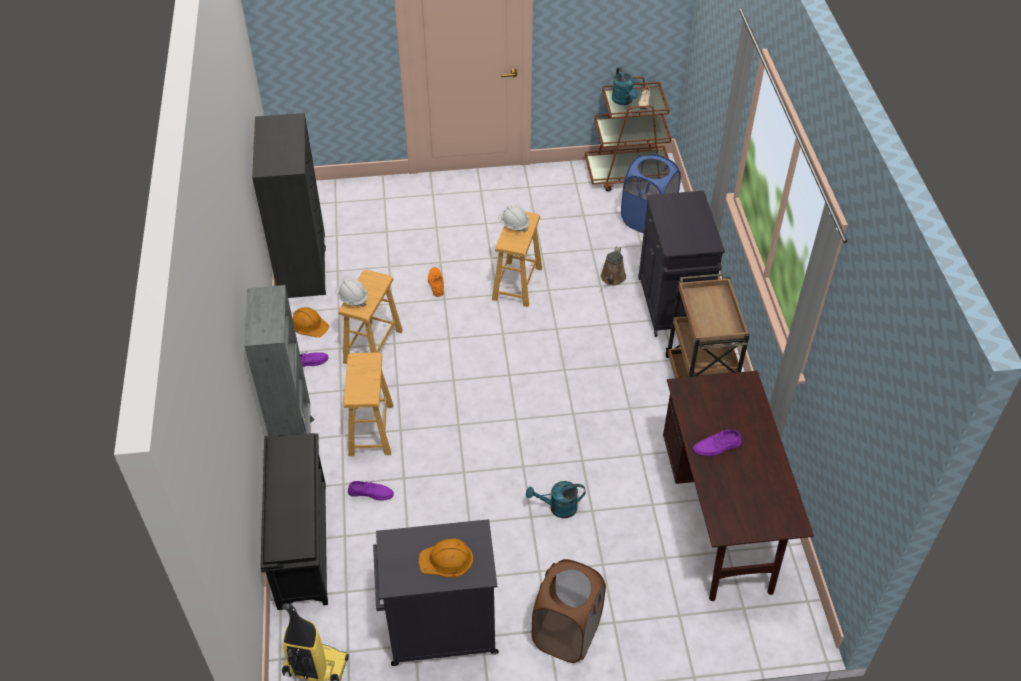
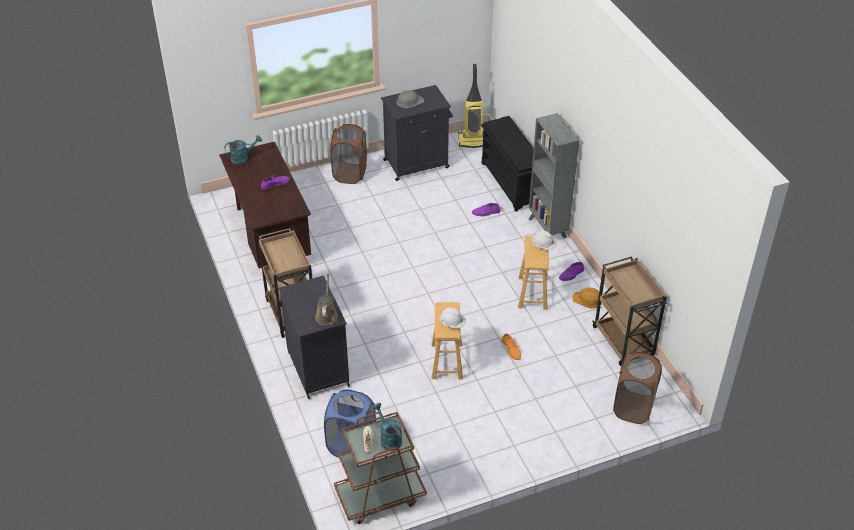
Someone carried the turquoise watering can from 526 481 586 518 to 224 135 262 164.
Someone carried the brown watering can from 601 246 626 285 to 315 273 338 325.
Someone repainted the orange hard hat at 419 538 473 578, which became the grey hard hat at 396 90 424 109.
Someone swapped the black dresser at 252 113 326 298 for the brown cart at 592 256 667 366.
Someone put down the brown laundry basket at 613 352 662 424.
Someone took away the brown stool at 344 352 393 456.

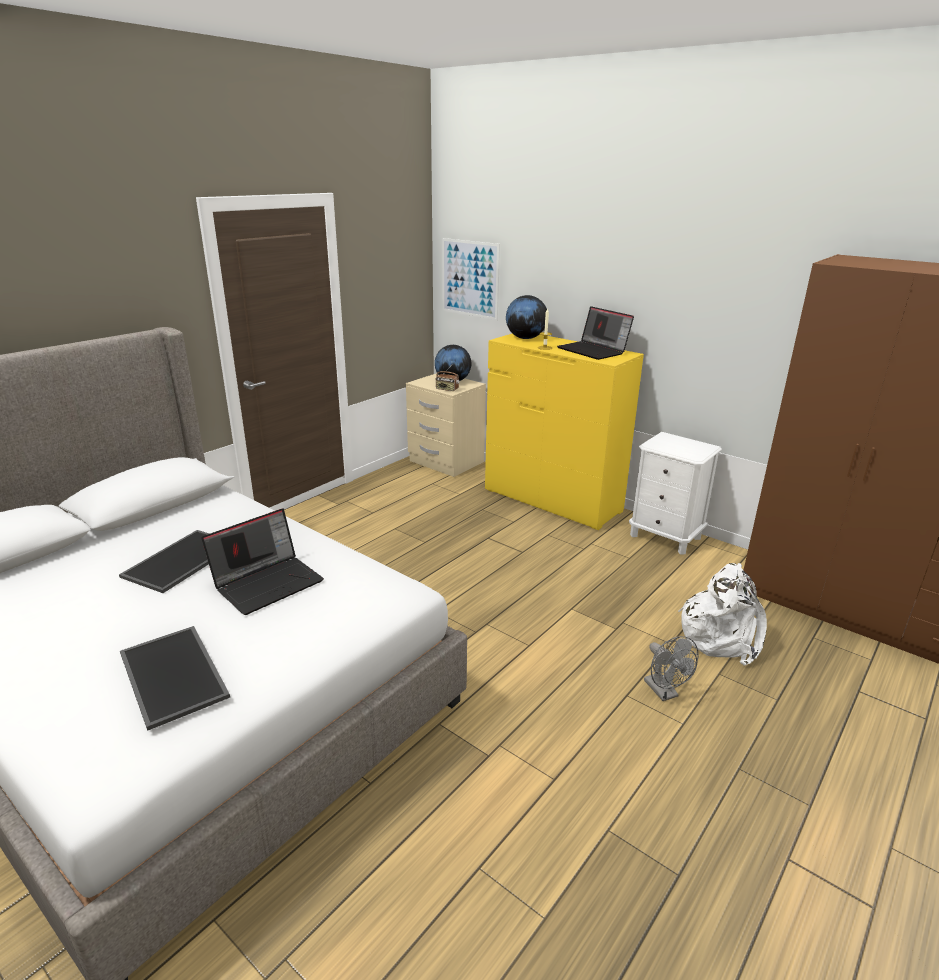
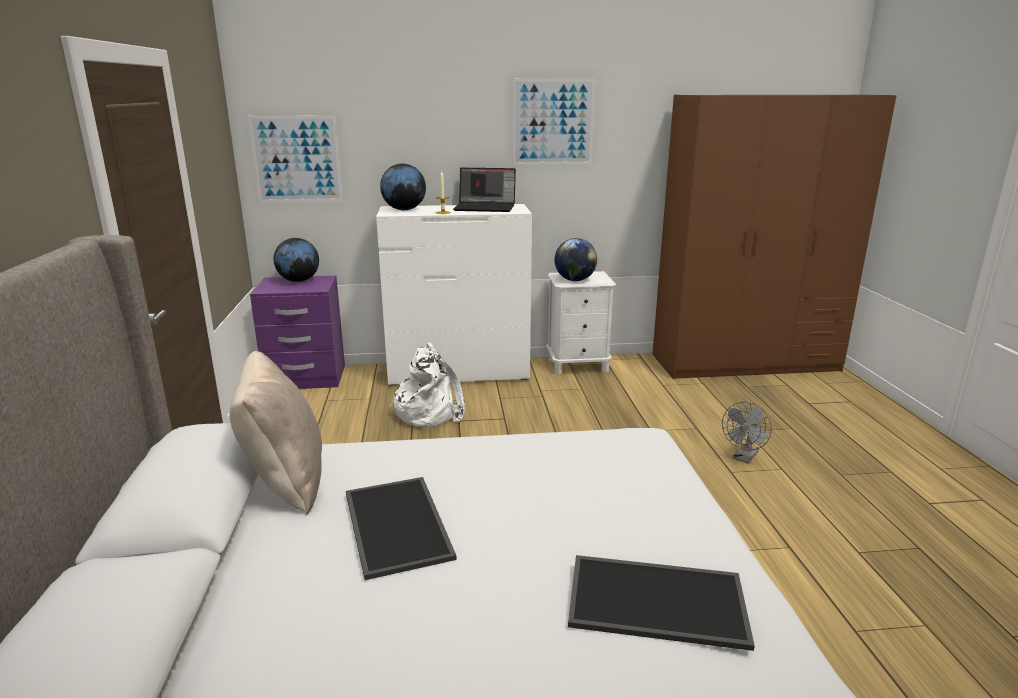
Someone put down the beige pillow at 229 351 322 515.
Someone repainted the beige nightstand at 406 373 486 477, which became the purple nightstand at 250 276 345 389.
Someone repainted the yellow dresser at 485 334 644 530, which became the white dresser at 376 204 532 386.
Someone carried the white backpack from 678 563 767 666 to 389 342 465 428.
Someone put up the picture at 513 79 595 165.
Someone put down the globe at 554 238 597 281.
Someone rotated the grey fan at 644 636 698 701 by 105 degrees clockwise.
Someone took away the laptop at 201 508 324 615.
Someone took away the radio at 436 365 459 391.

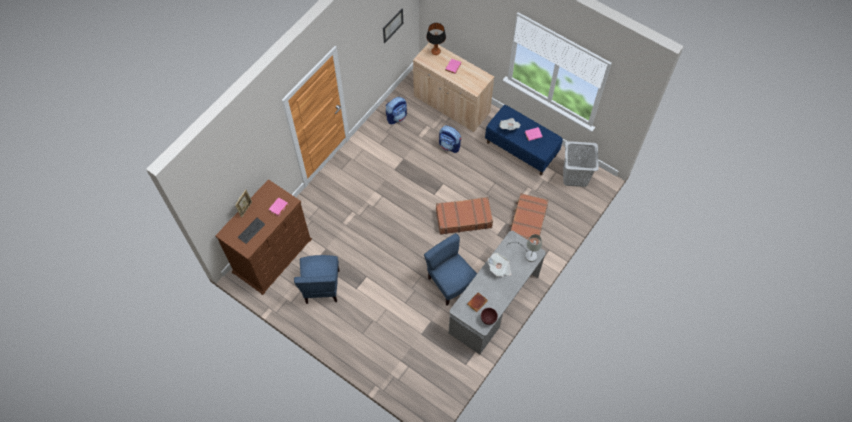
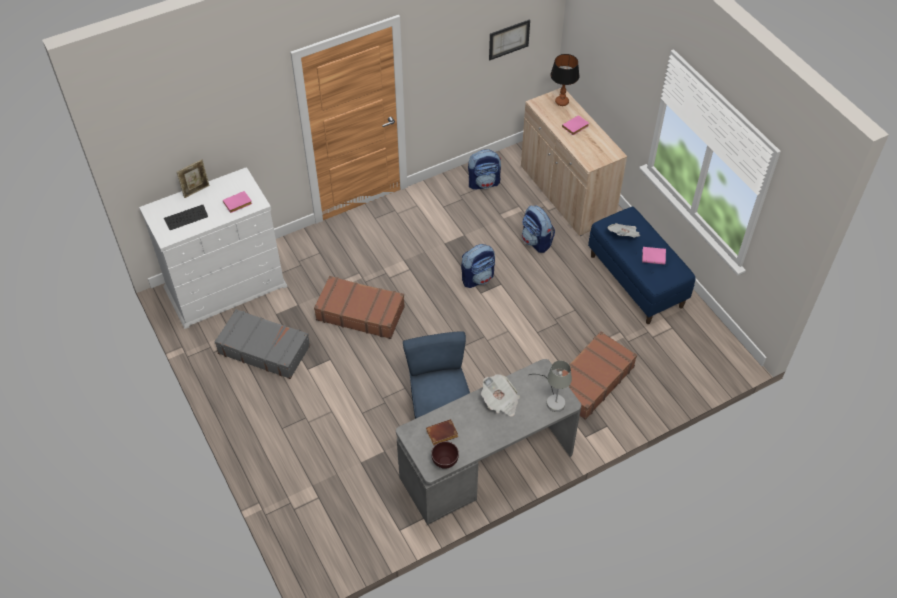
Someone repainted the brown dresser at 215 179 312 295, which became the white dresser at 139 167 288 329.
Someone swapped the blue chair at 294 255 340 304 for the grey suitcase at 214 309 310 379.
Someone carried the brown suitcase from 436 197 493 235 to 314 276 405 339.
Someone put down the backpack at 461 244 495 288.
Someone took away the grey laundry basket at 563 141 599 187.

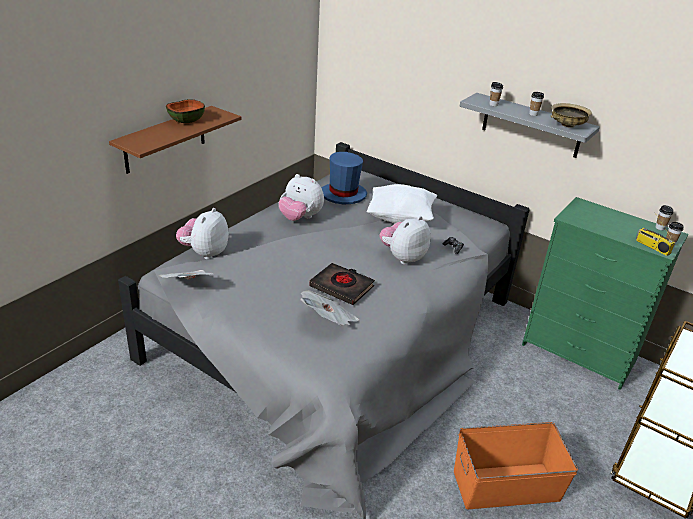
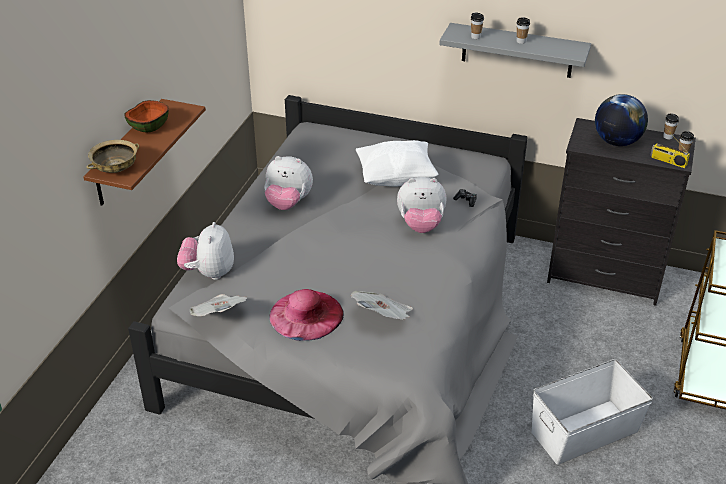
Someone carried the beige bowl from 551 103 592 128 to 87 140 139 173.
Someone put down the pink hat at 269 289 344 341.
Someone rotated the plush toy at 379 216 431 264 by 120 degrees counterclockwise.
Someone repainted the orange storage box at 454 422 578 509, which became the white storage box at 532 359 653 465.
Someone repainted the green dresser at 522 197 688 390, which became the black dresser at 547 118 696 306.
Someone put down the globe at 595 94 648 146.
Someone took away the black book at 309 263 375 305.
Someone took away the blue hat at 322 152 367 205.

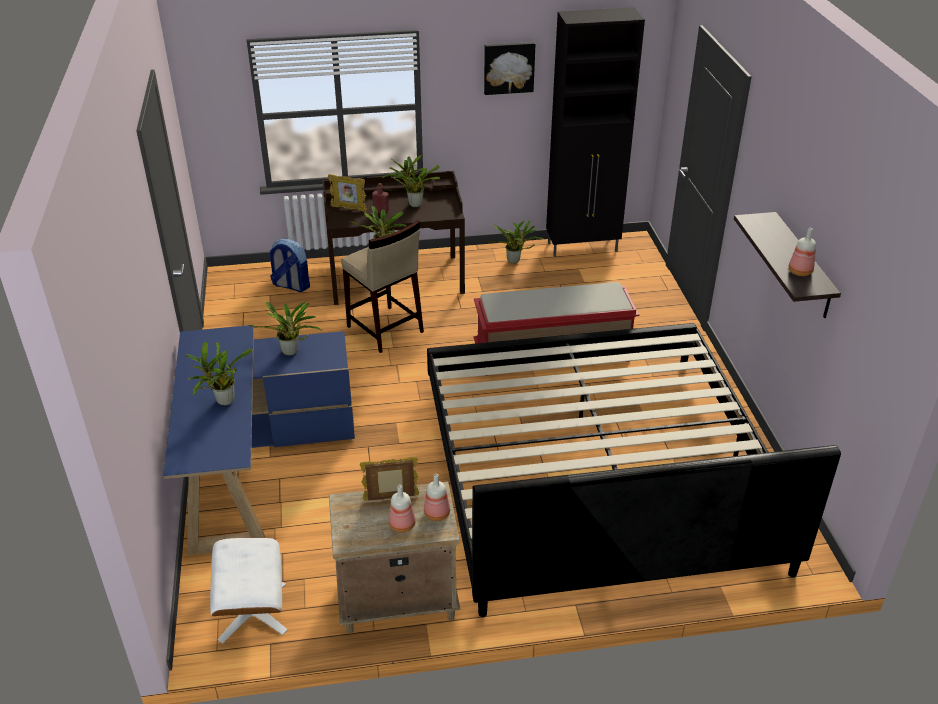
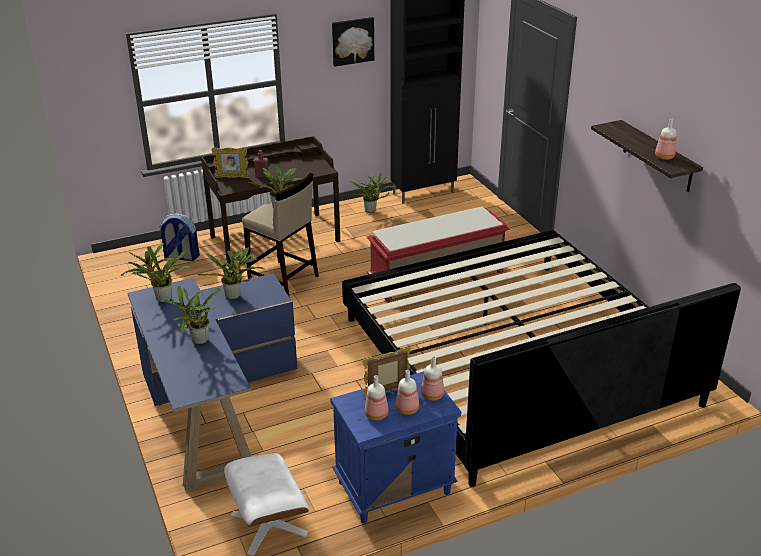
Someone carried the potted plant from 382 155 440 207 to 121 243 190 303.
Someone repainted the beige nightstand at 329 482 460 634, which became the blue nightstand at 330 371 461 523.
Someone put down the bottle at 365 375 389 421.

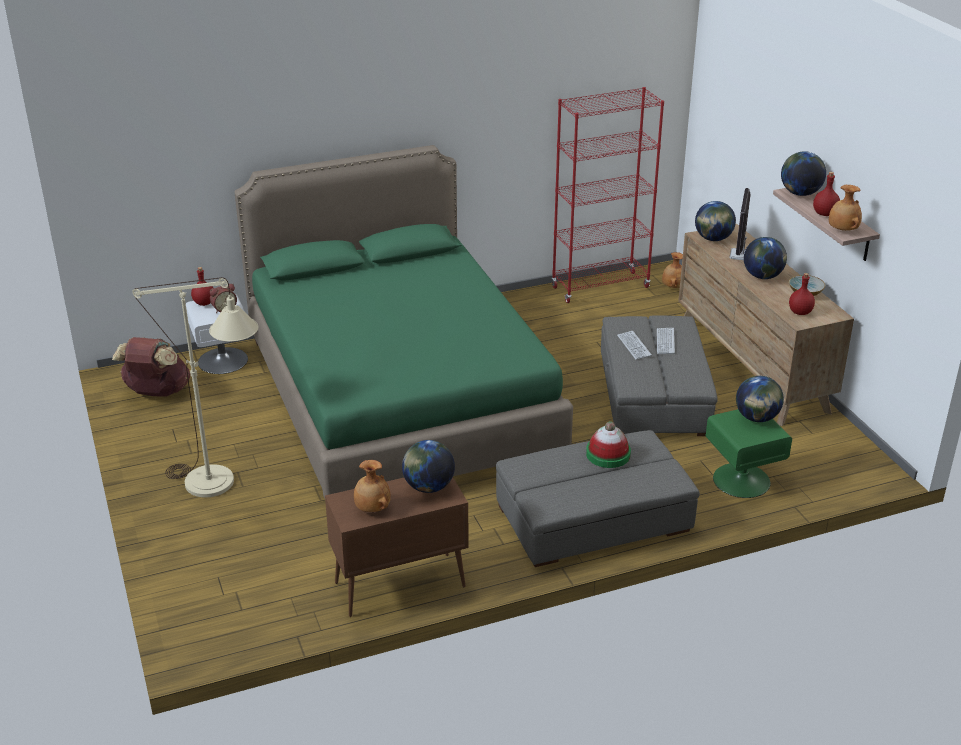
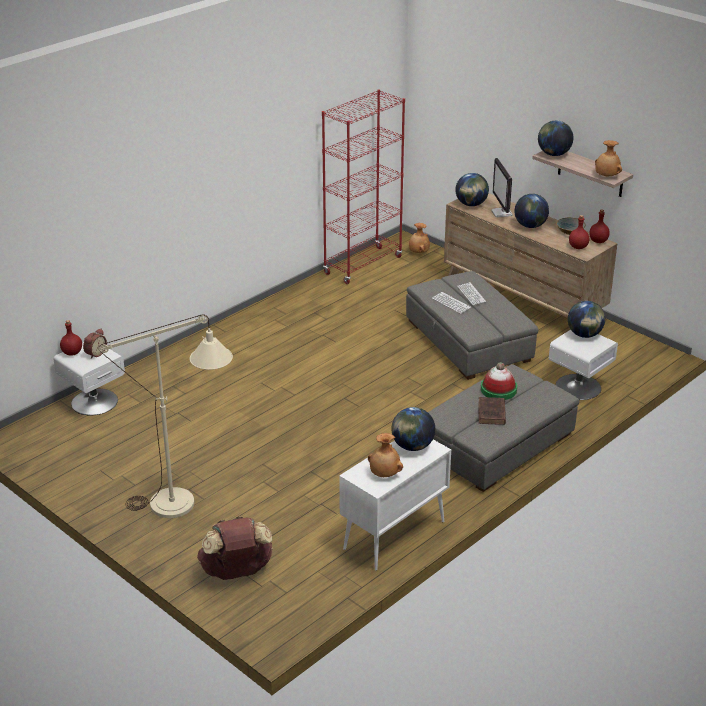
Someone carried the brown backpack from 112 337 190 396 to 197 516 273 580.
Someone repainted the brown cabinet at 325 477 469 617, which became the white cabinet at 339 440 451 571.
Someone put down the brown book at 478 397 506 425.
Someone repainted the green nightstand at 706 409 792 498, which became the white nightstand at 549 330 618 400.
Someone carried the red bottle from 813 172 840 216 to 589 209 609 243.
Someone took away the green bed at 234 145 573 498.

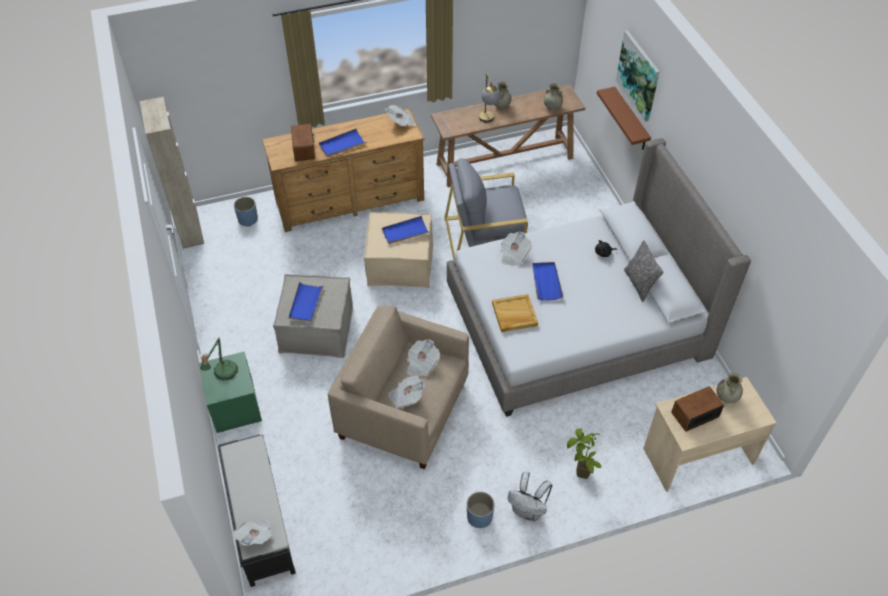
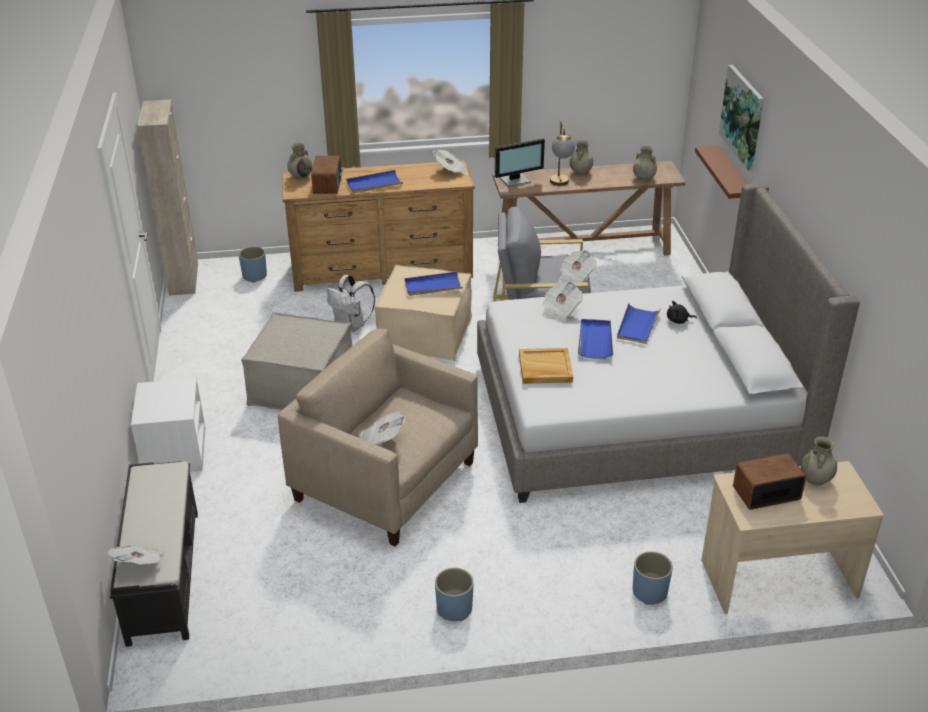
Someone repainted the green nightstand at 199 352 262 433, which became the white nightstand at 131 378 206 472.
Someone put down the beige vase at 287 143 312 180.
Someone carried the white backpack from 507 472 552 522 to 327 275 375 332.
Someone put down the monitor at 495 138 545 187.
Someone carried the newspaper from 407 339 440 377 to 559 250 597 283.
Someone carried the blue tray from 289 281 324 322 to 617 303 661 344.
Someone put down the blue planter at 633 551 673 605.
Someone took away the table lamp at 200 336 238 381.
Someone took away the potted plant at 567 429 601 479.
Someone took away the pillow at 624 240 663 302.

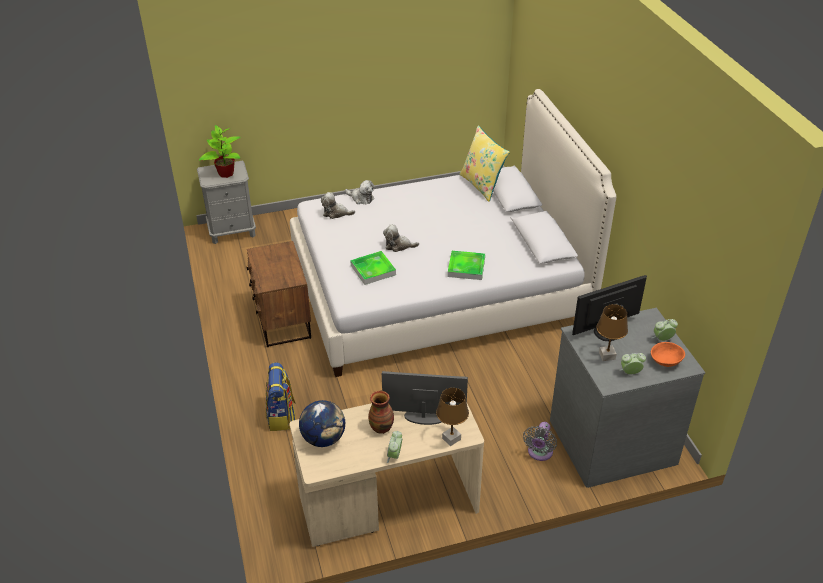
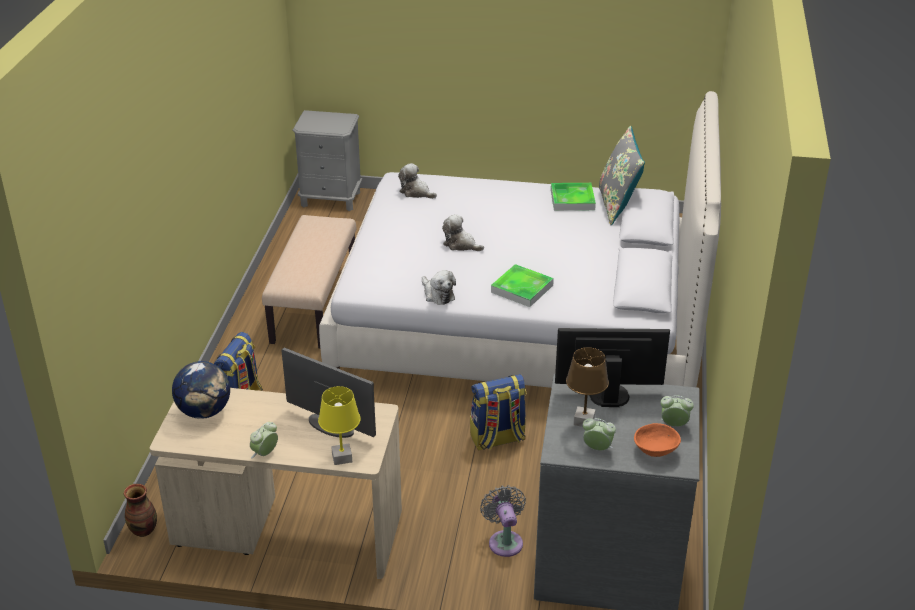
Someone carried the vase from 368 391 394 434 to 124 484 157 537.
Someone swapped the brown nightstand at 247 241 311 347 for the beige bench at 262 215 356 349.
Someone repainted the brown table lamp at 436 388 469 446, which became the yellow table lamp at 318 386 361 465.
Someone carried the plush toy from 345 180 374 205 to 422 270 456 305.
Someone put down the backpack at 470 374 526 451.
Someone rotated the grey fan at 523 422 557 461 by 120 degrees clockwise.
Someone carried the tray from 350 251 396 285 to 551 183 596 211.
Someone repainted the yellow pillow at 459 125 510 202, which became the grey pillow at 599 126 645 225.
Someone took away the potted plant at 199 125 241 178.

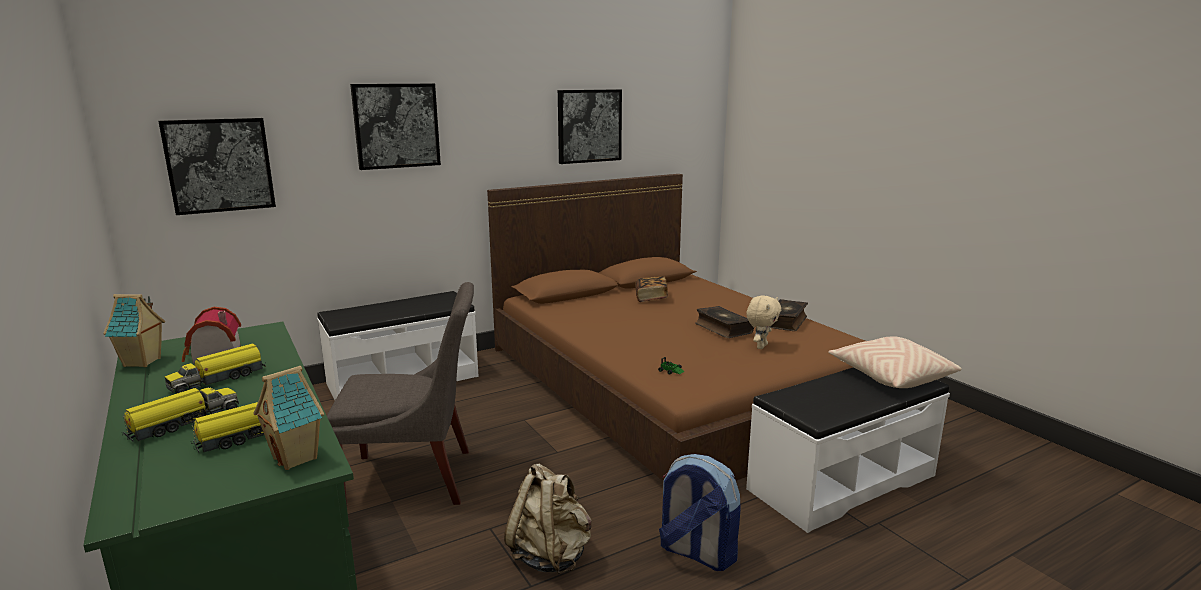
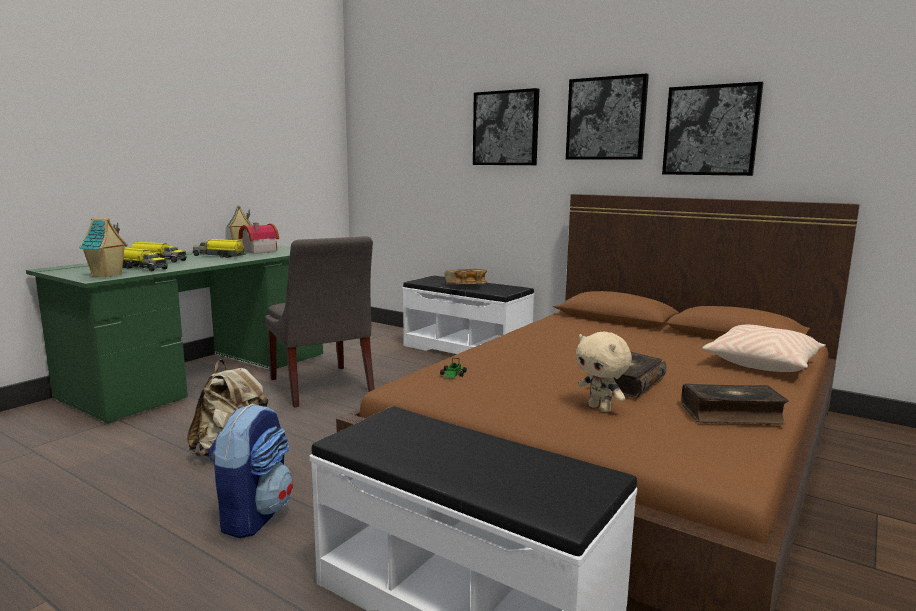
Someone carried the book from 635 276 668 302 to 445 269 487 284.
Someone carried the picture from 158 118 276 215 to 566 73 649 160.
Someone rotated the beige plush toy at 746 296 781 349 by 45 degrees clockwise.
Someone carried the beige pillow from 828 336 962 388 to 702 325 826 372.

